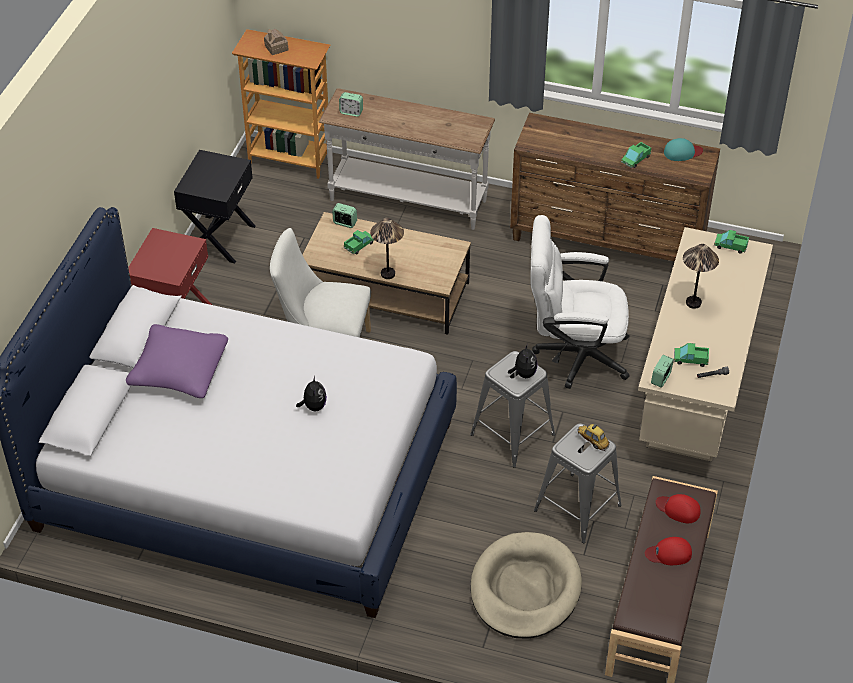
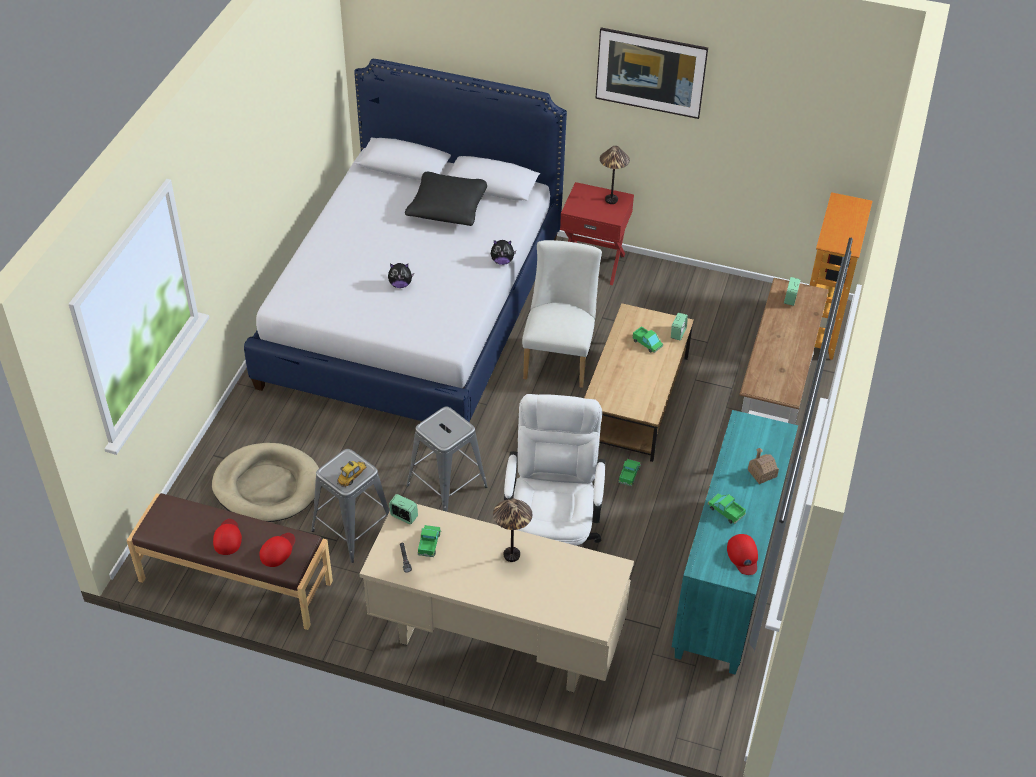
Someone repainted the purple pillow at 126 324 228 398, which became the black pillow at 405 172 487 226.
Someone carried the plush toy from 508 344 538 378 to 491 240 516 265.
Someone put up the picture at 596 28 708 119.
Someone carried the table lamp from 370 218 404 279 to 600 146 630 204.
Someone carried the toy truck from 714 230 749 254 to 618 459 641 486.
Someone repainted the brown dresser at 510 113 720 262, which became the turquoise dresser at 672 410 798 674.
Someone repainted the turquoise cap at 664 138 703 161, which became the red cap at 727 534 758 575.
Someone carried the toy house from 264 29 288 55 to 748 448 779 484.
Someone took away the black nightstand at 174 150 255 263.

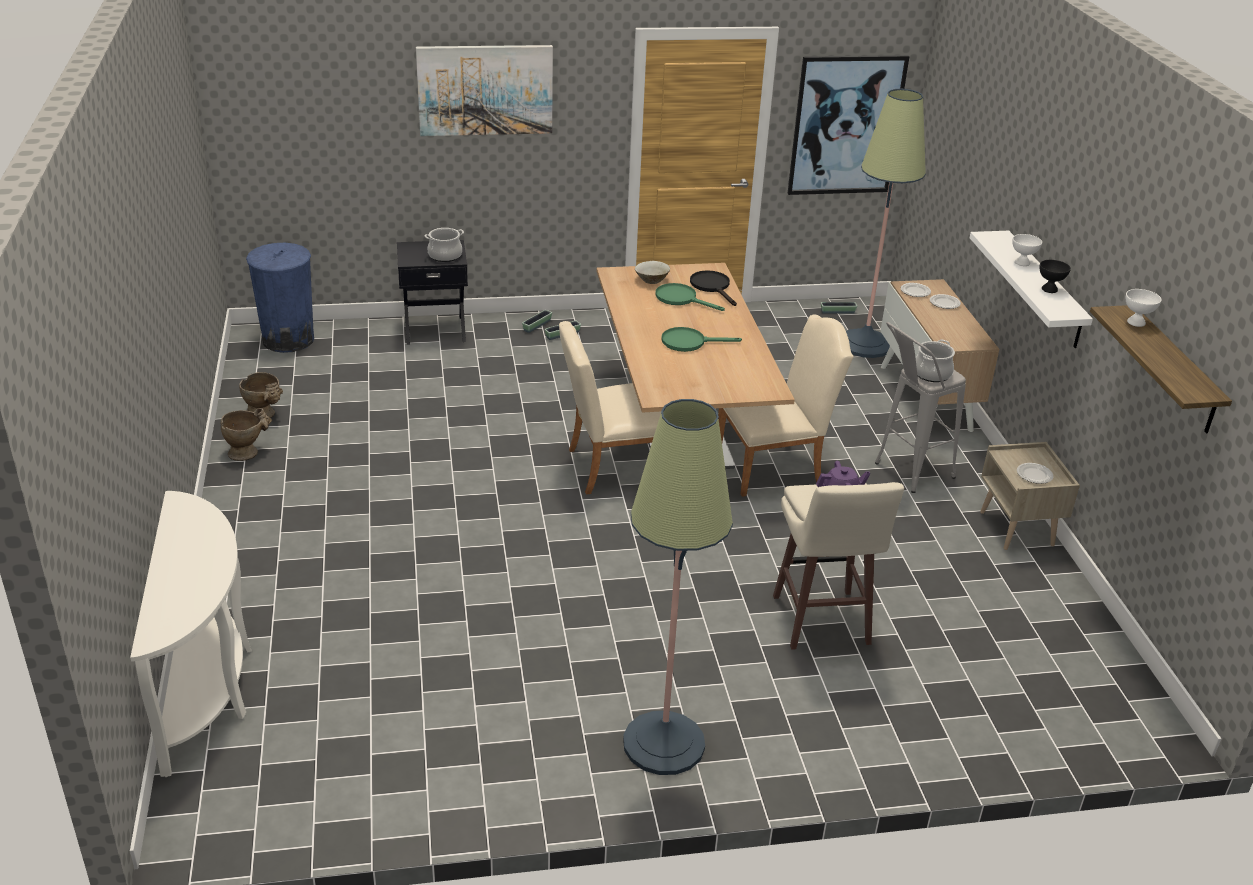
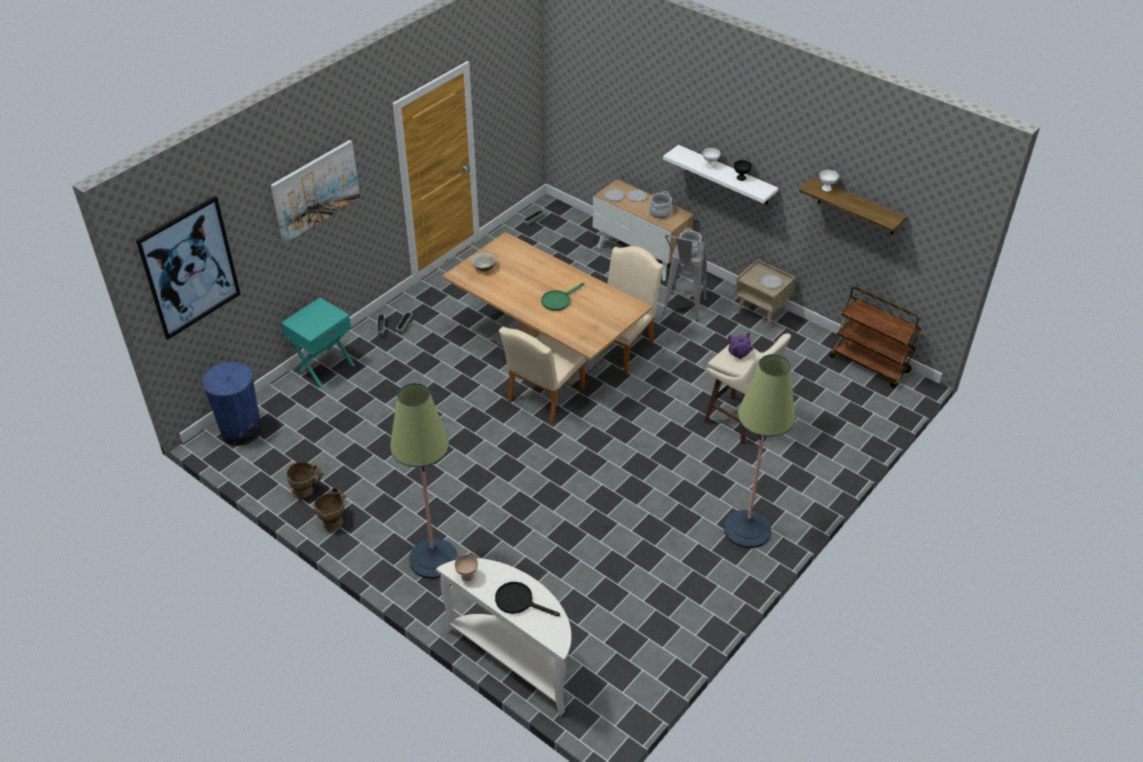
Someone carried the picture from 787 55 910 195 to 136 196 241 340.
Someone repainted the black nightstand at 397 240 468 345, which became the turquoise nightstand at 281 297 355 389.
Someone carried the floor lamp from 846 88 926 358 to 390 383 458 579.
Someone put down the beige bowl at 454 554 478 581.
Someone carried the black frying pan from 690 270 737 306 to 495 582 560 617.
Someone carried the cooking pot from 425 228 464 262 to 649 191 673 218.
Someone put down the brown cart at 830 287 921 388.
Someone took away the green frying pan at 655 283 725 311.

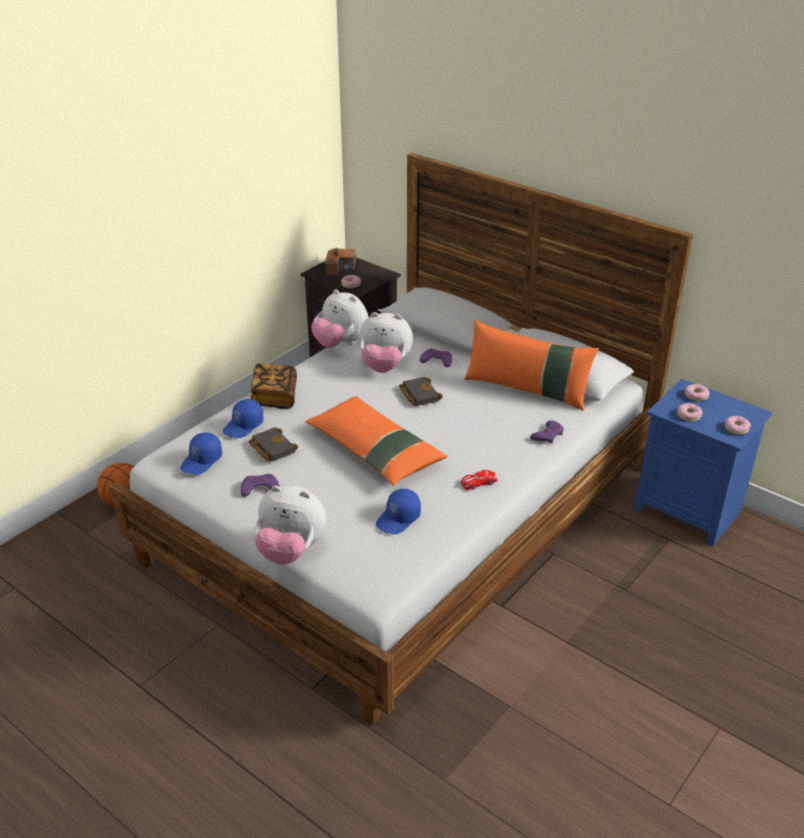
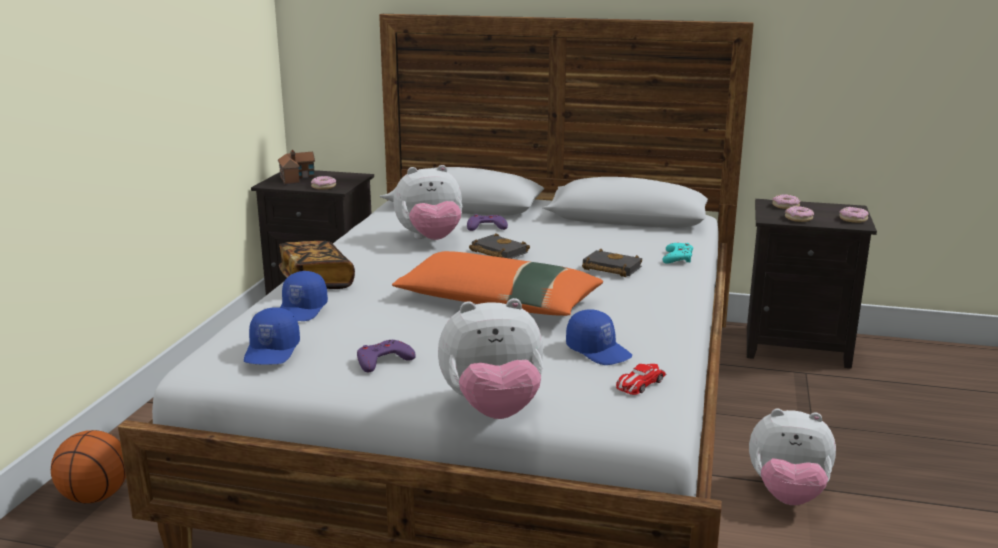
Someone rotated the blue cap at 376 489 421 534 by 60 degrees counterclockwise.
Someone carried the black book from 249 427 298 462 to 582 249 642 277.
Someone carried the toy car from 461 470 498 490 to 616 364 667 395.
Someone repainted the purple game controller at 530 420 564 444, which became the turquoise game controller at 662 243 693 264.
Someone repainted the blue nightstand at 634 379 772 546, which became the black nightstand at 747 199 877 369.
Someone carried the plush toy from 311 289 368 348 to 749 408 836 505.
Someone took away the orange pillow at 465 320 599 410.

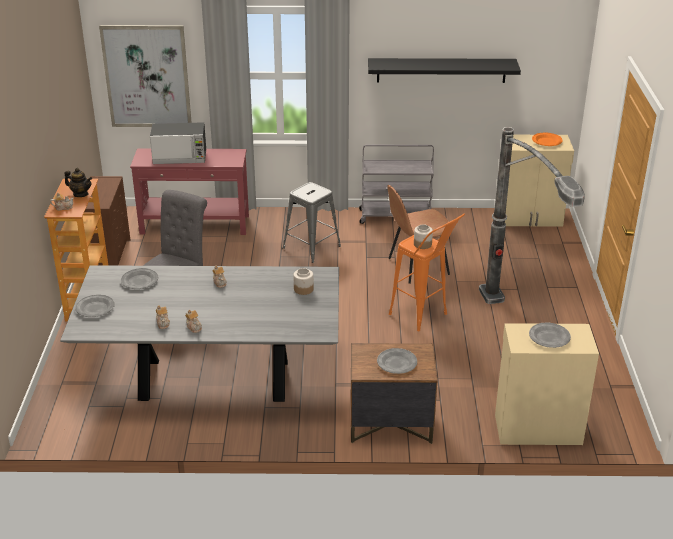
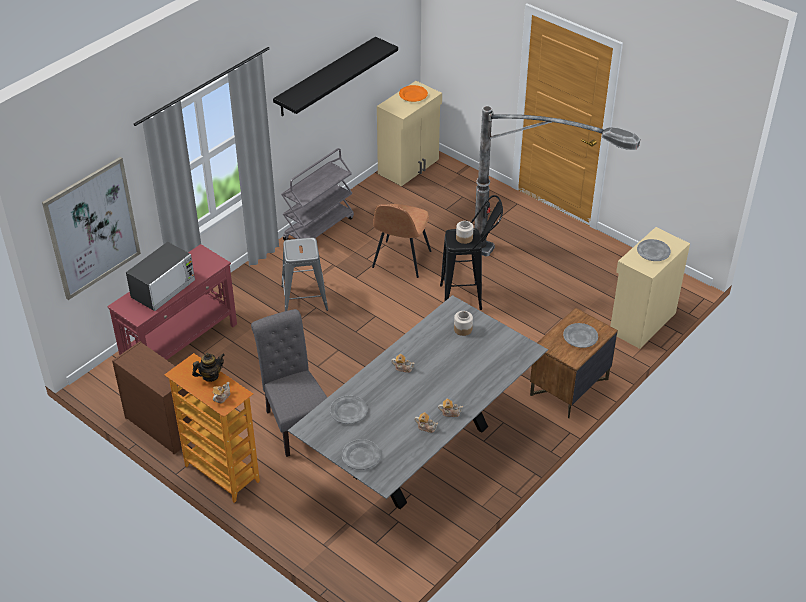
Someone repainted the orange stool at 389 214 465 331, which became the black stool at 440 195 503 310.

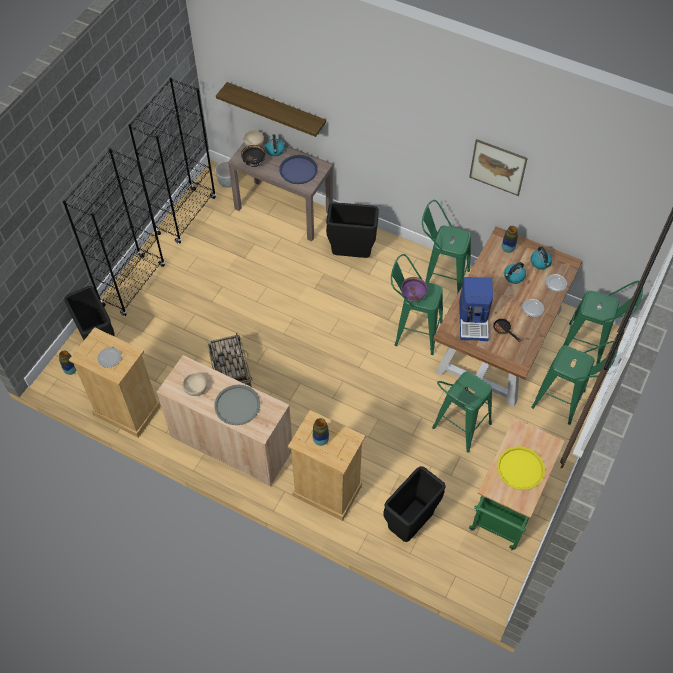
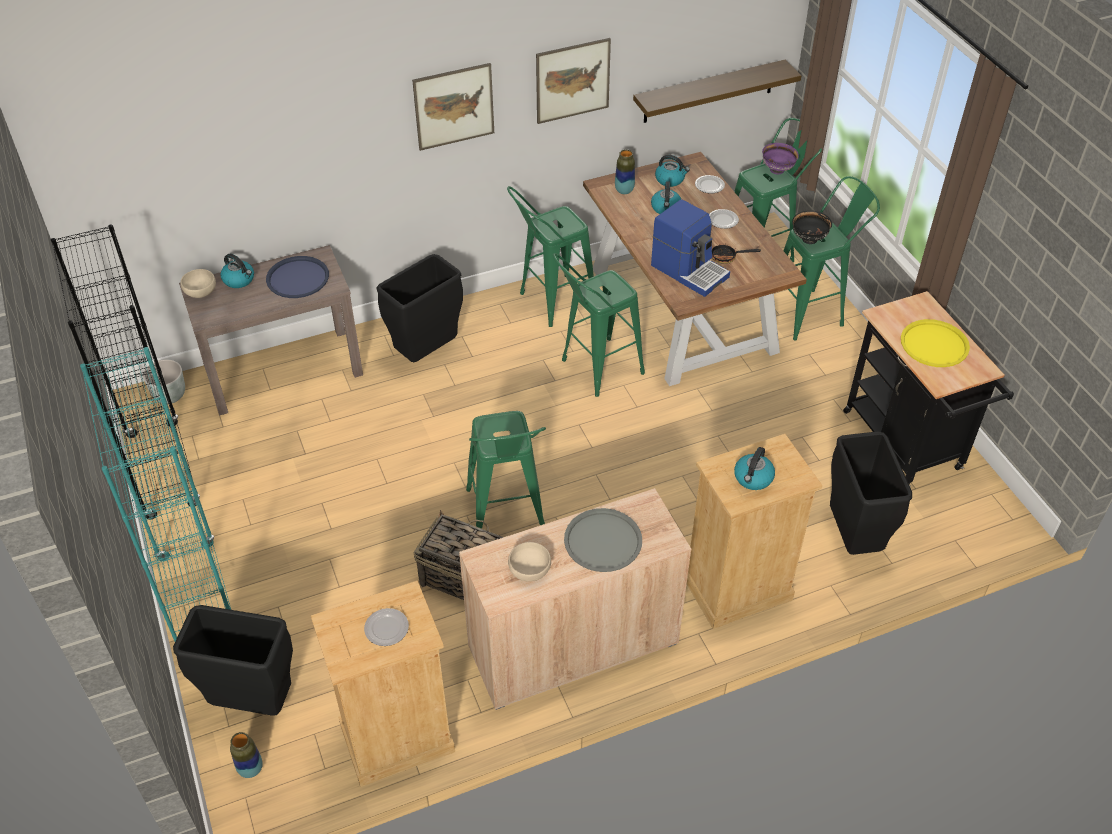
Someone repainted the black bookcase at 63 148 165 316, which became the turquoise bookcase at 80 347 231 641.
Someone put up the picture at 412 63 494 151.
Someone carried the green stool from 432 371 492 453 to 466 411 546 529.
Someone carried the shelf from 216 82 326 137 to 633 60 801 123.
Someone swapped the vase at 312 418 329 446 for the kettle at 734 447 775 490.
Someone carried the purple bowl from 401 277 428 302 to 762 143 799 175.
Someone carried the black bowl from 241 145 265 167 to 792 210 832 244.
Someone repainted the green cart at 469 418 565 551, which became the black cart at 843 291 1014 487.

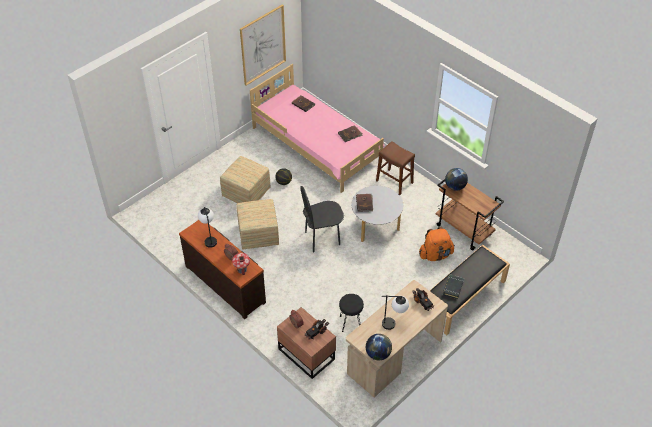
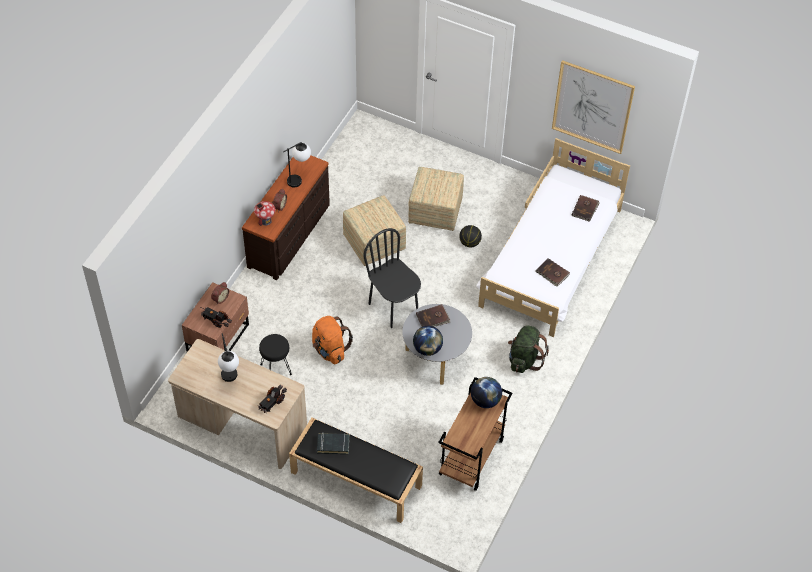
Someone carried the orange backpack from 419 227 455 261 to 312 316 353 364.
Someone carried the globe from 366 334 392 360 to 413 326 443 356.
Someone repainted the pink bed at 250 64 385 193, which became the white bed at 476 138 630 337.
Someone swapped the brown stool at 376 141 415 195 for the green backpack at 508 325 549 373.

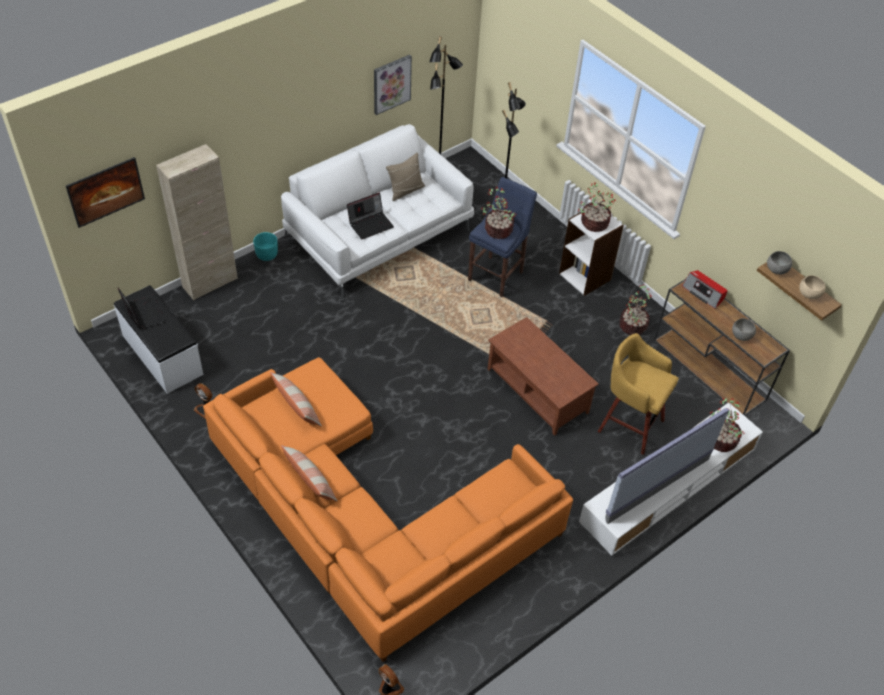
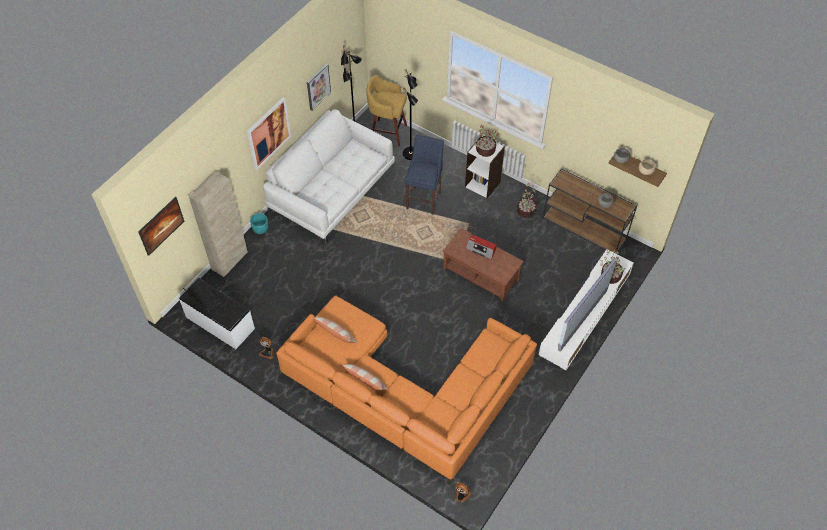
Someone put up the picture at 247 97 291 170.
Someone carried the yellow stool from 598 333 679 455 to 366 75 407 147.
Someone carried the radio from 682 270 728 309 to 466 235 496 259.
Someone took away the laptop at 347 192 394 239.
Someone took away the beige pillow at 386 153 425 201.
Someone took away the potted plant at 481 187 516 239.

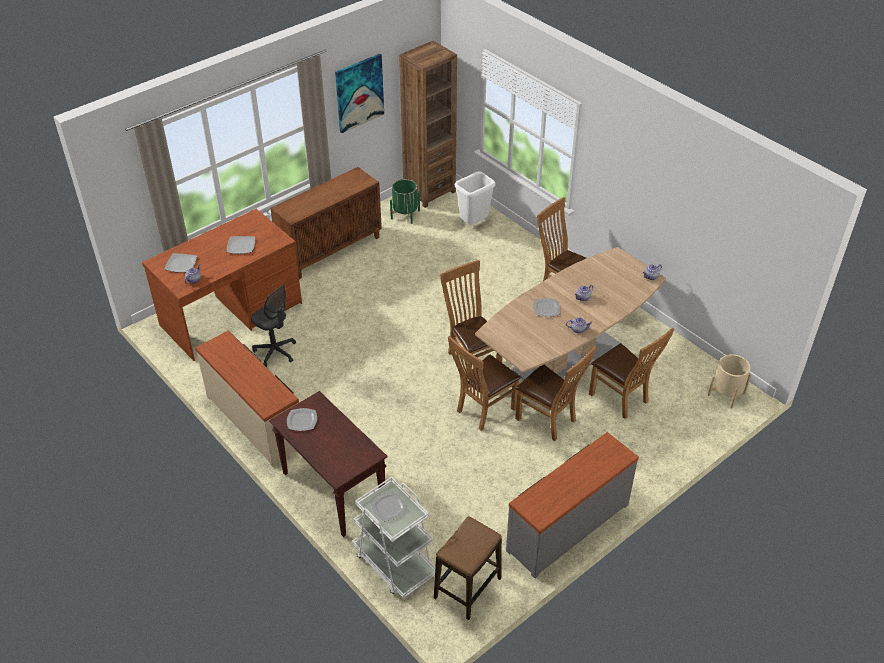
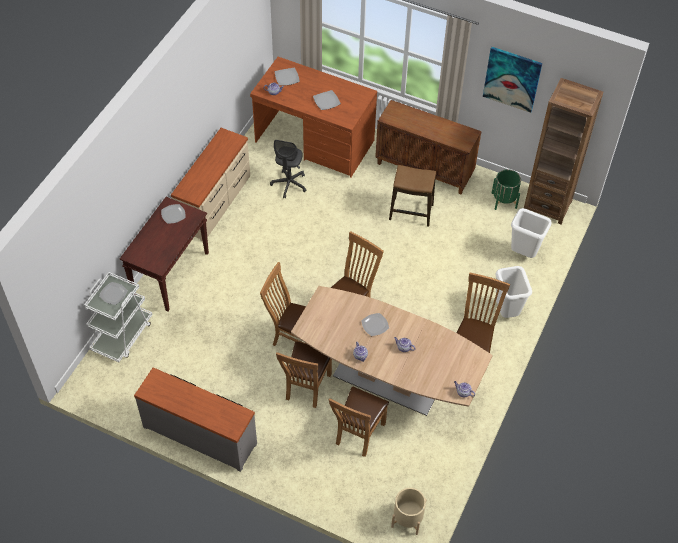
Someone carried the stool from 434 516 502 620 to 389 165 436 227.
Someone put down the white trash can at 496 266 532 318.

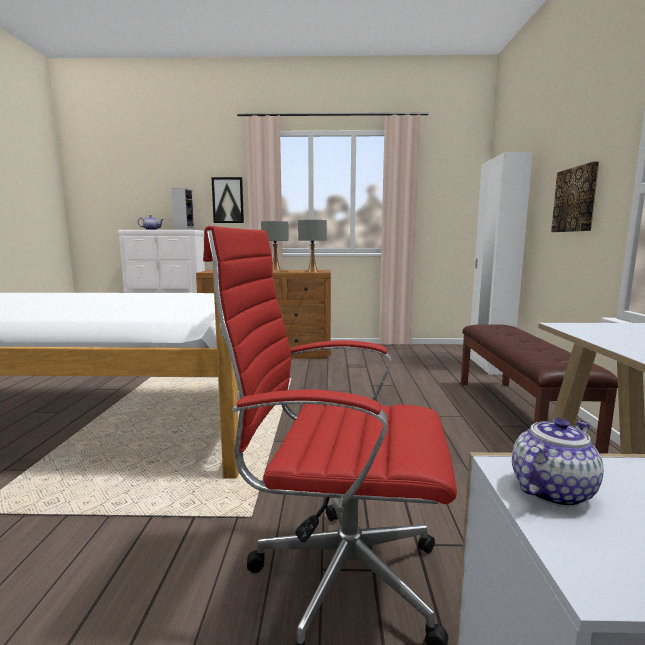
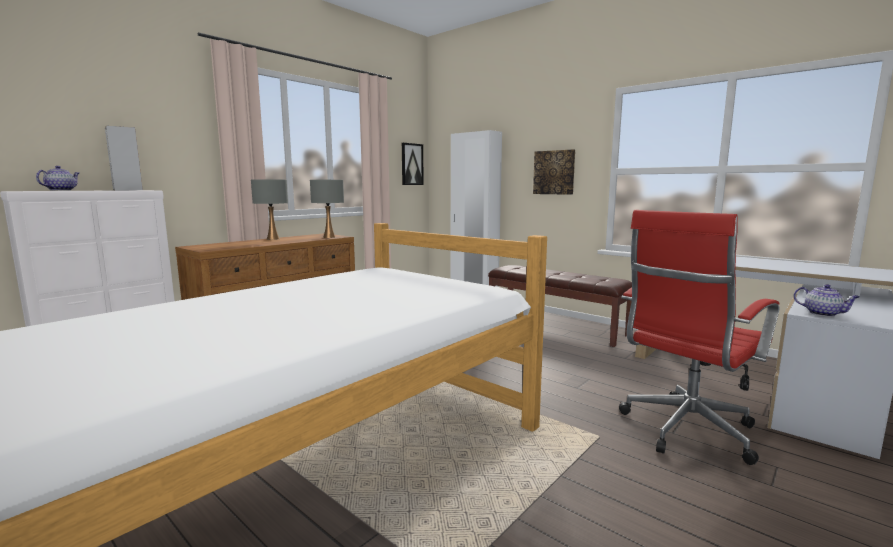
Someone carried the picture from 211 177 244 223 to 402 143 424 185.
Someone rotated the teapot at 512 418 604 507 by 135 degrees clockwise.

